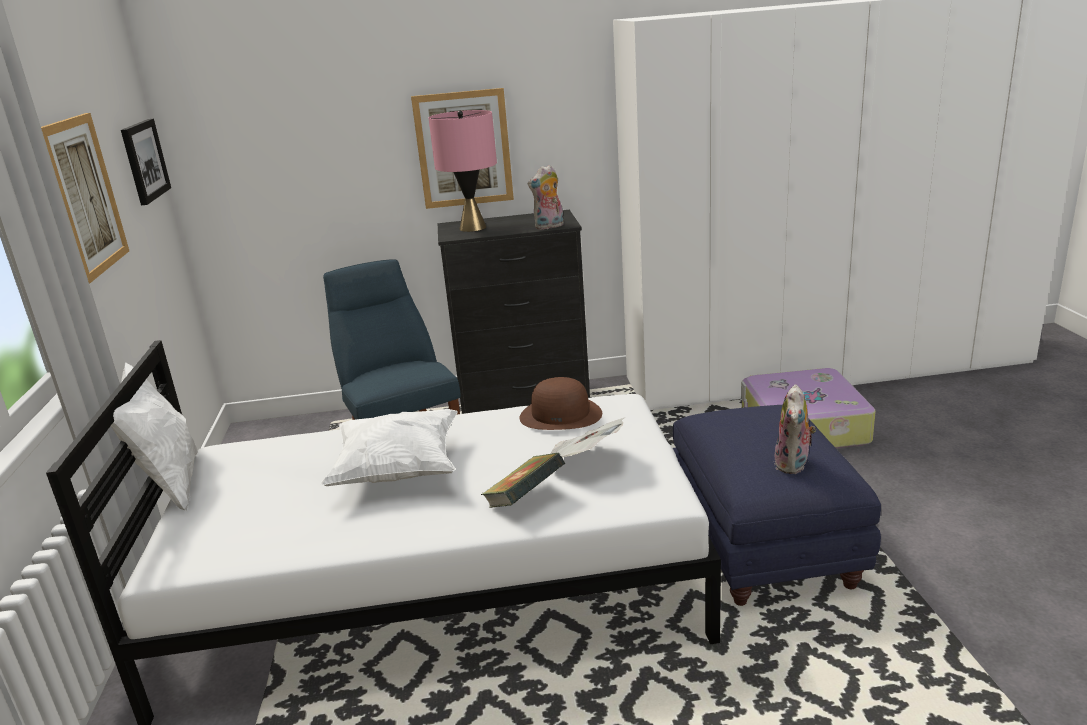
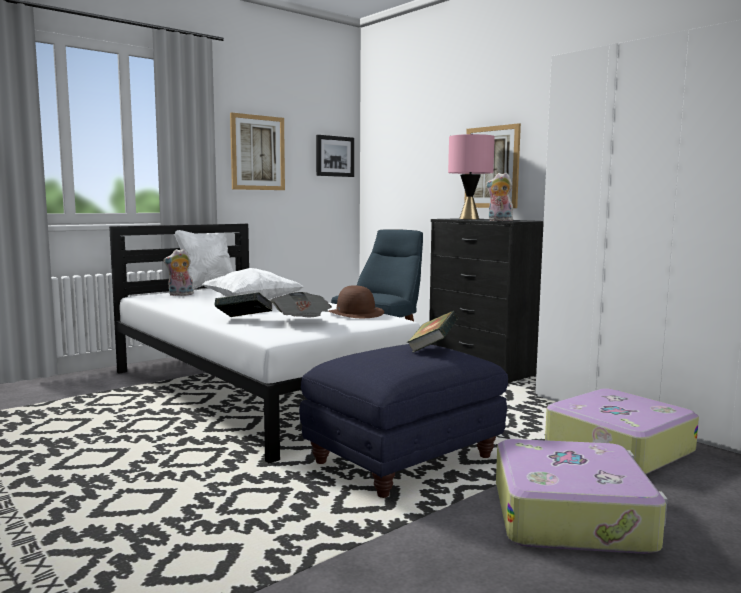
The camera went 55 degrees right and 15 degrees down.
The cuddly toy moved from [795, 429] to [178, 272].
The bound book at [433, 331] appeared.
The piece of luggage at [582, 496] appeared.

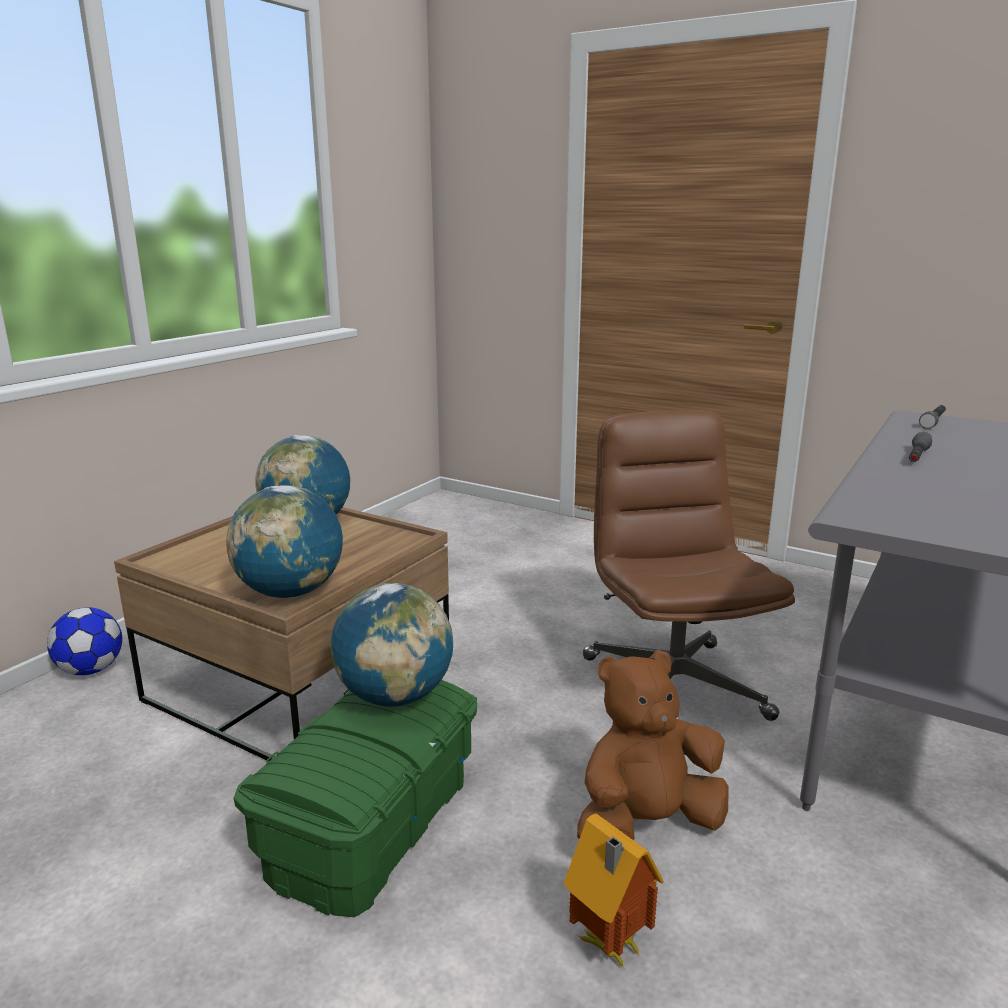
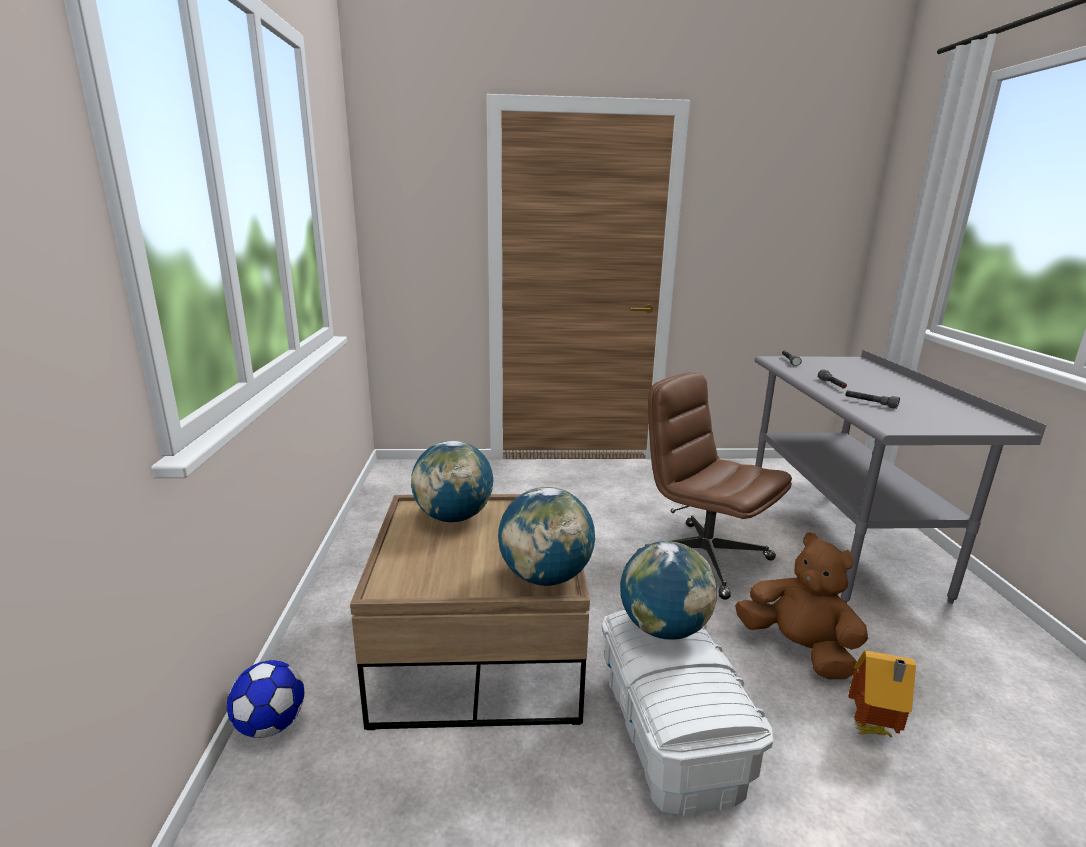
The camera went 35 degrees left and 0 degrees up.
The cuddly toy (brownish) at [652, 745] turned 105 degrees clockwise.
The storage bin (greenish) at [355, 798] became the storage bin (whitish) at [687, 713].
The hand torch (gray) at [872, 399] appeared.

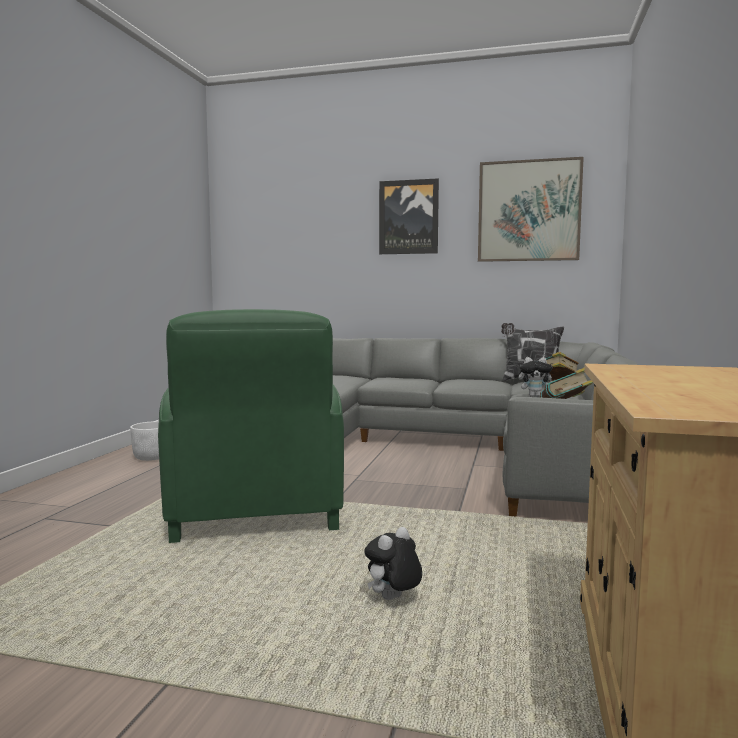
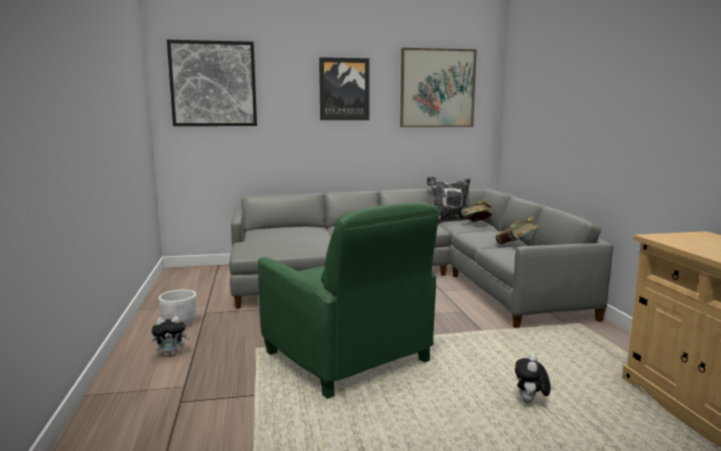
The camera went 25 degrees left and 5 degrees up.
The cuddly toy moved from [536, 377] to [171, 336].
The wall picture at [212, 83] appeared.

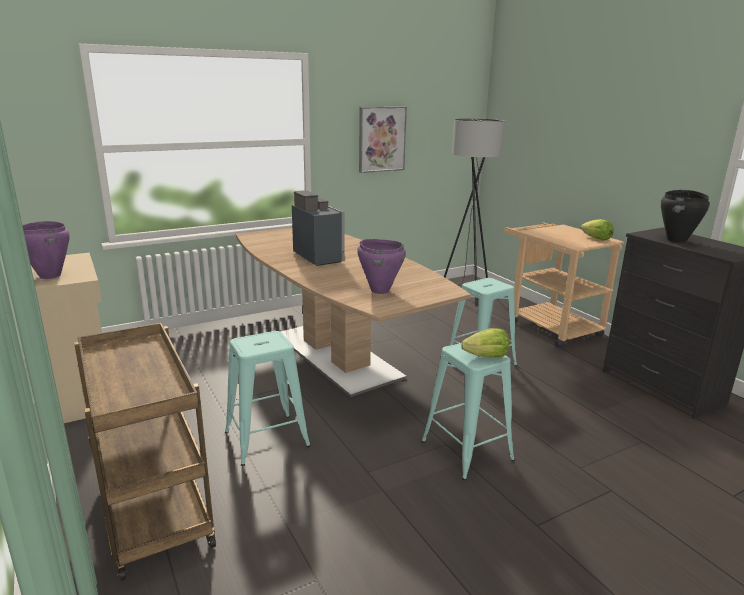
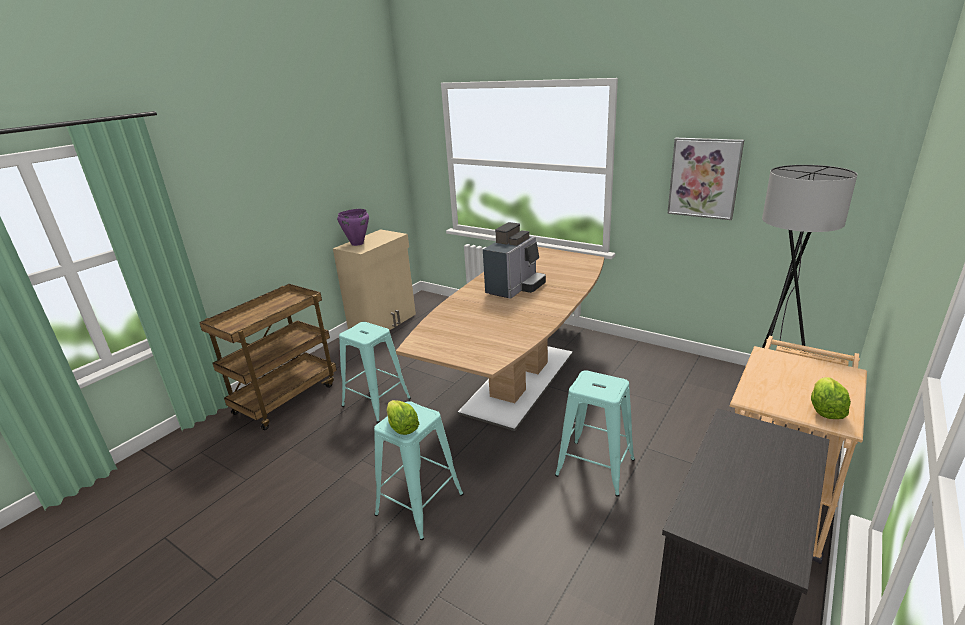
The camera went 65 degrees right and 5 degrees up.
The cooking pot (blackish) at [685, 216] disappeared.
The cooking pot (purplish) at [381, 266] disappeared.

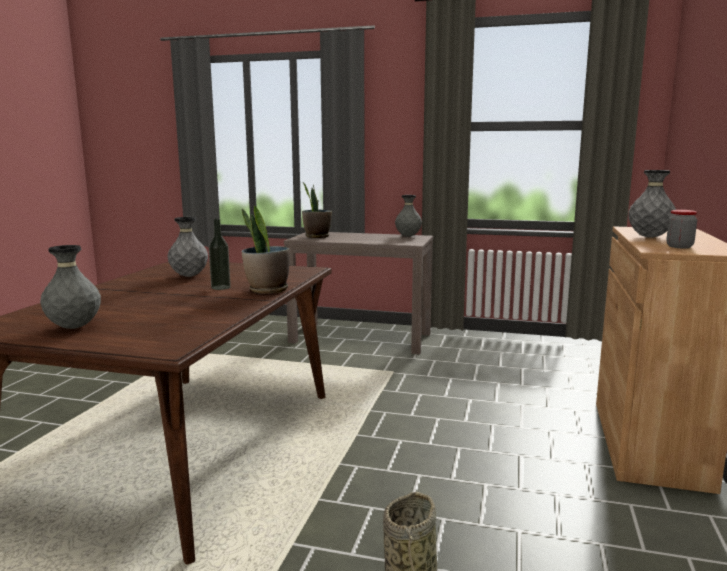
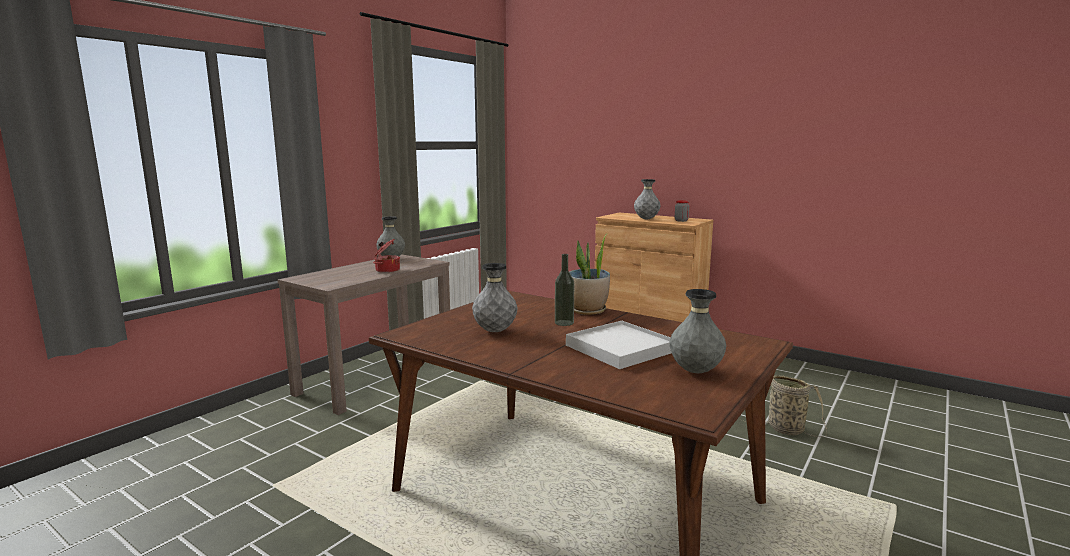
The camera went 70 degrees left and 0 degrees up.
The plant in a pot at [317, 210] disappeared.
The cooking pot at [386, 256] appeared.
The carrying tray (whitish) at [619, 345] appeared.

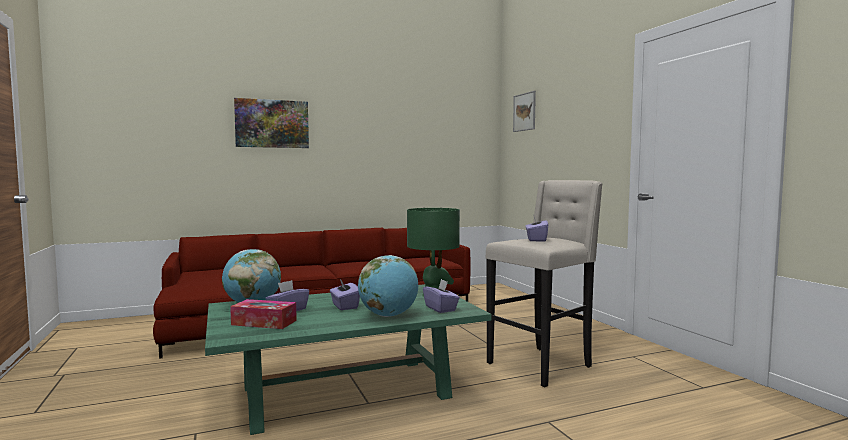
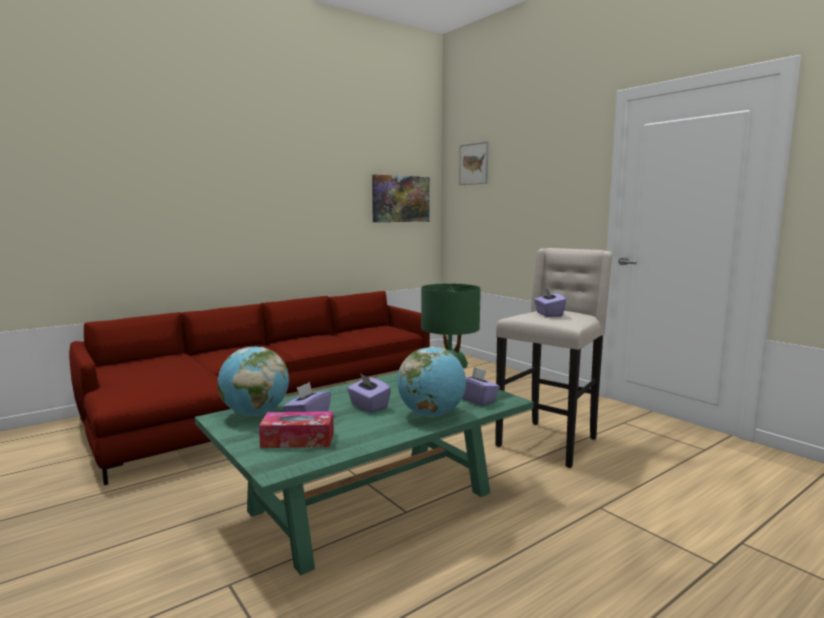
The camera went 15 degrees left and 5 degrees up.
The wall picture moved from [271, 123] to [401, 198].

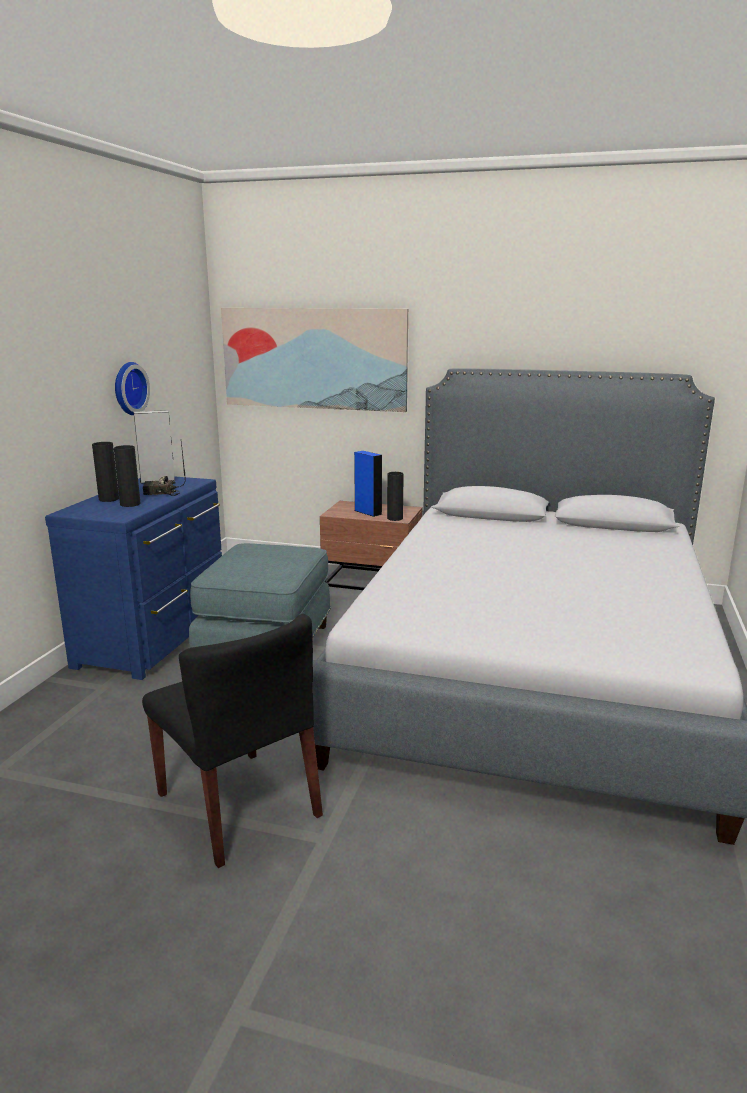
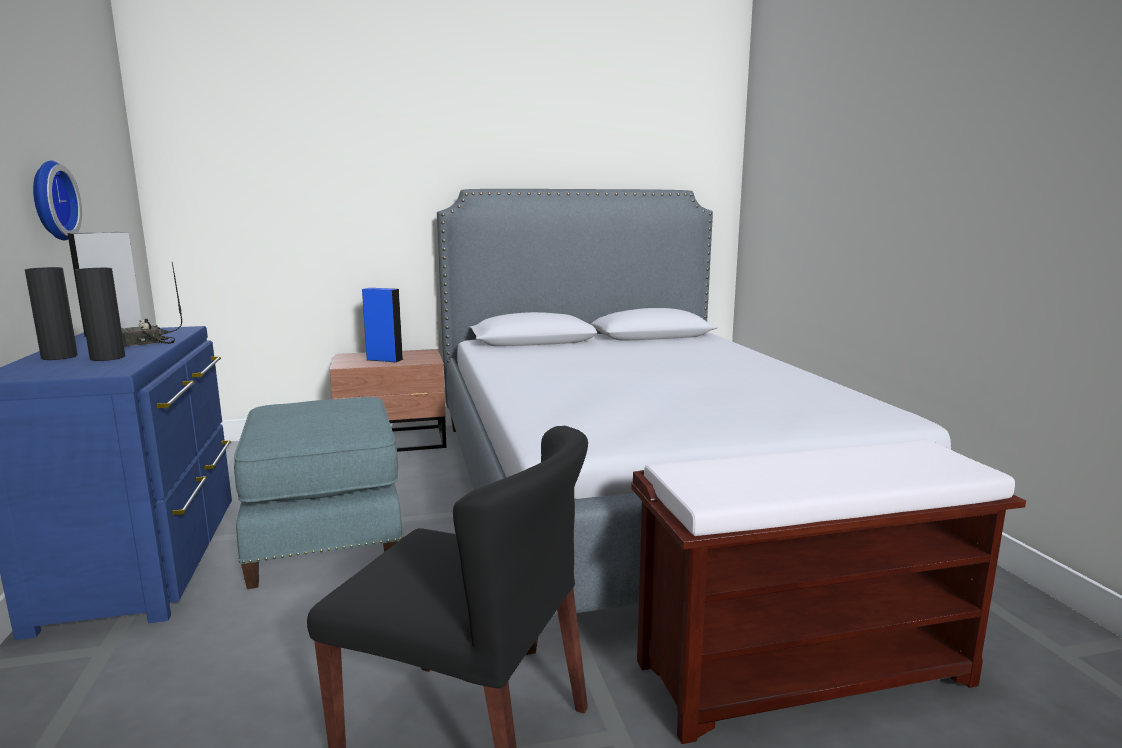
The camera went 30 degrees left and 5 degrees down.
The wall picture at [314, 360] disappeared.
The vase (blackish) at [395, 496] disappeared.
The long seat (brownish) at [828, 591] appeared.

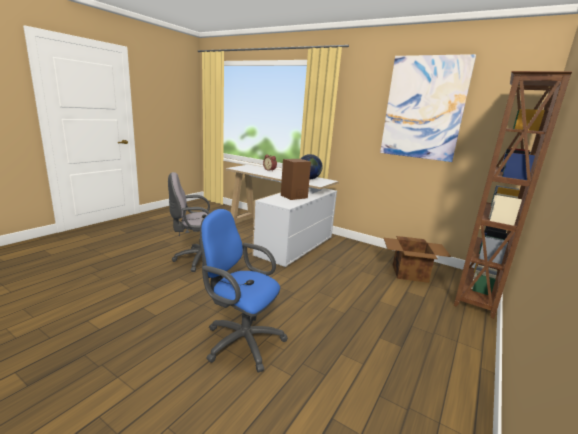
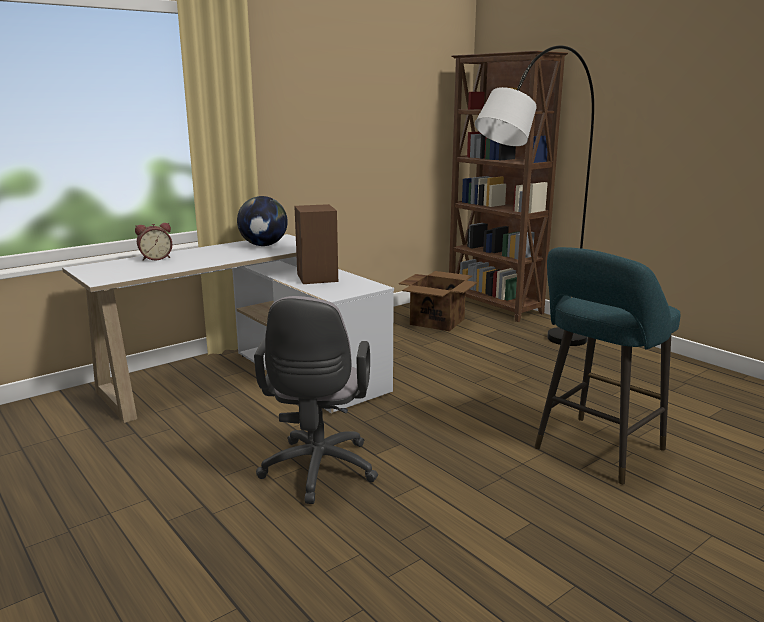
The camera went 70 degrees left and 0 degrees up.
The wall picture at [428, 108] disappeared.
The office chair (blue-coloured) at [244, 290] was replaced by the stool (turquoise-coloured) at [607, 365].
The standing lamp (gray) at [534, 195] appeared.

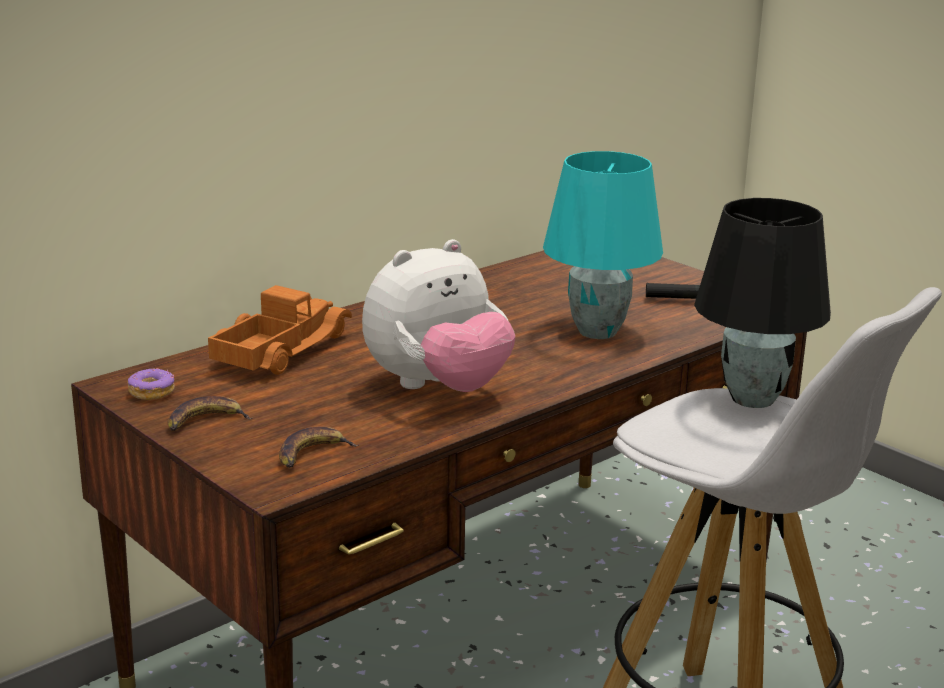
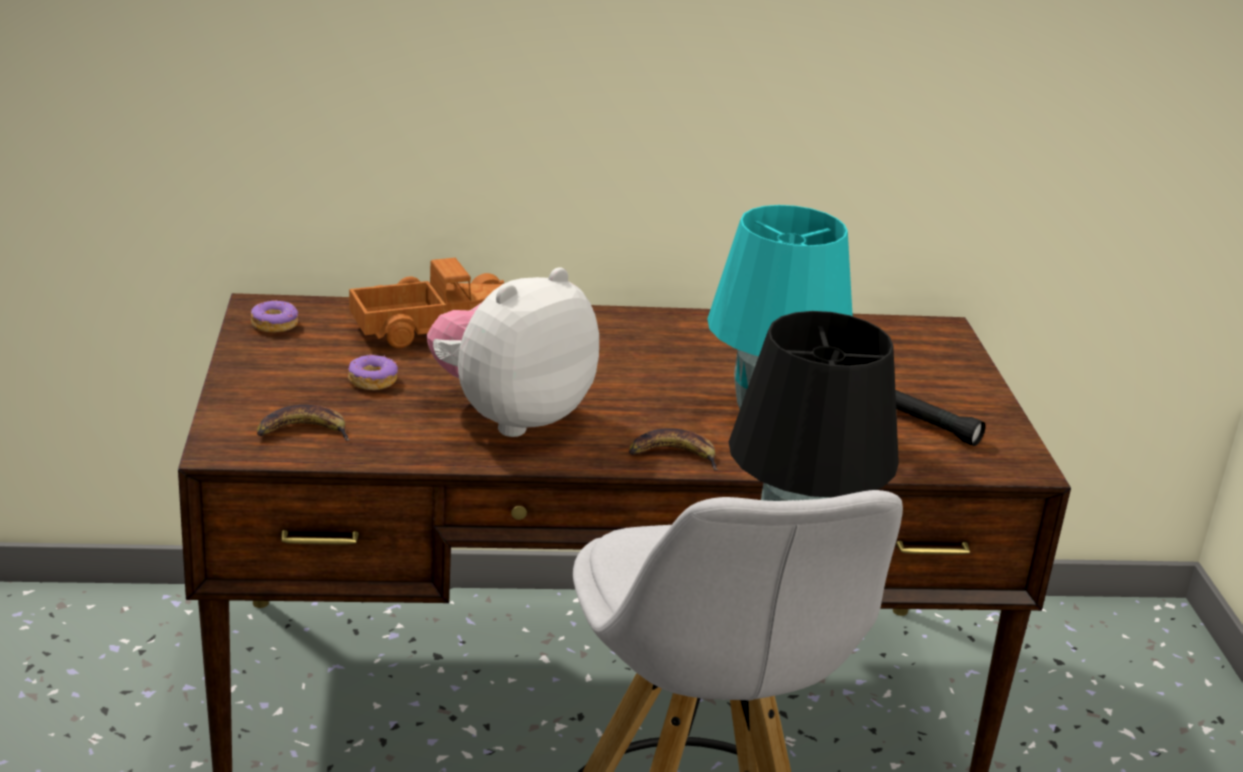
The camera went 35 degrees right and 5 degrees up.
The cuddly toy at [438, 315] turned 135 degrees clockwise.
The banana moved from [210, 413] to [673, 449].
The doughnut at [373, 372] appeared.

